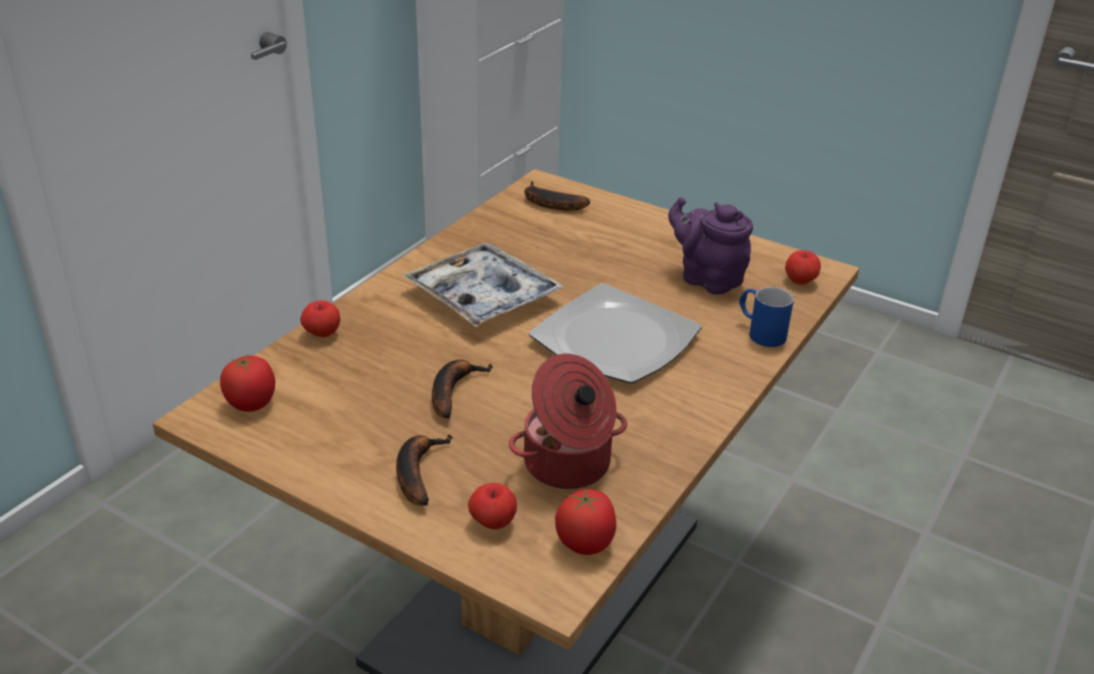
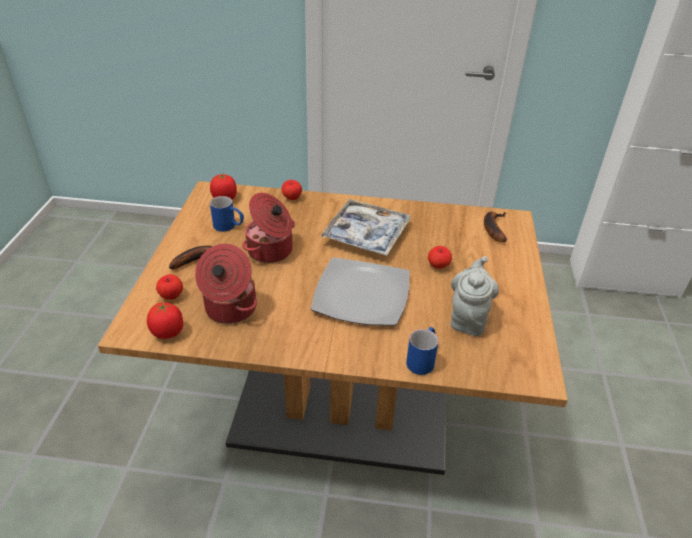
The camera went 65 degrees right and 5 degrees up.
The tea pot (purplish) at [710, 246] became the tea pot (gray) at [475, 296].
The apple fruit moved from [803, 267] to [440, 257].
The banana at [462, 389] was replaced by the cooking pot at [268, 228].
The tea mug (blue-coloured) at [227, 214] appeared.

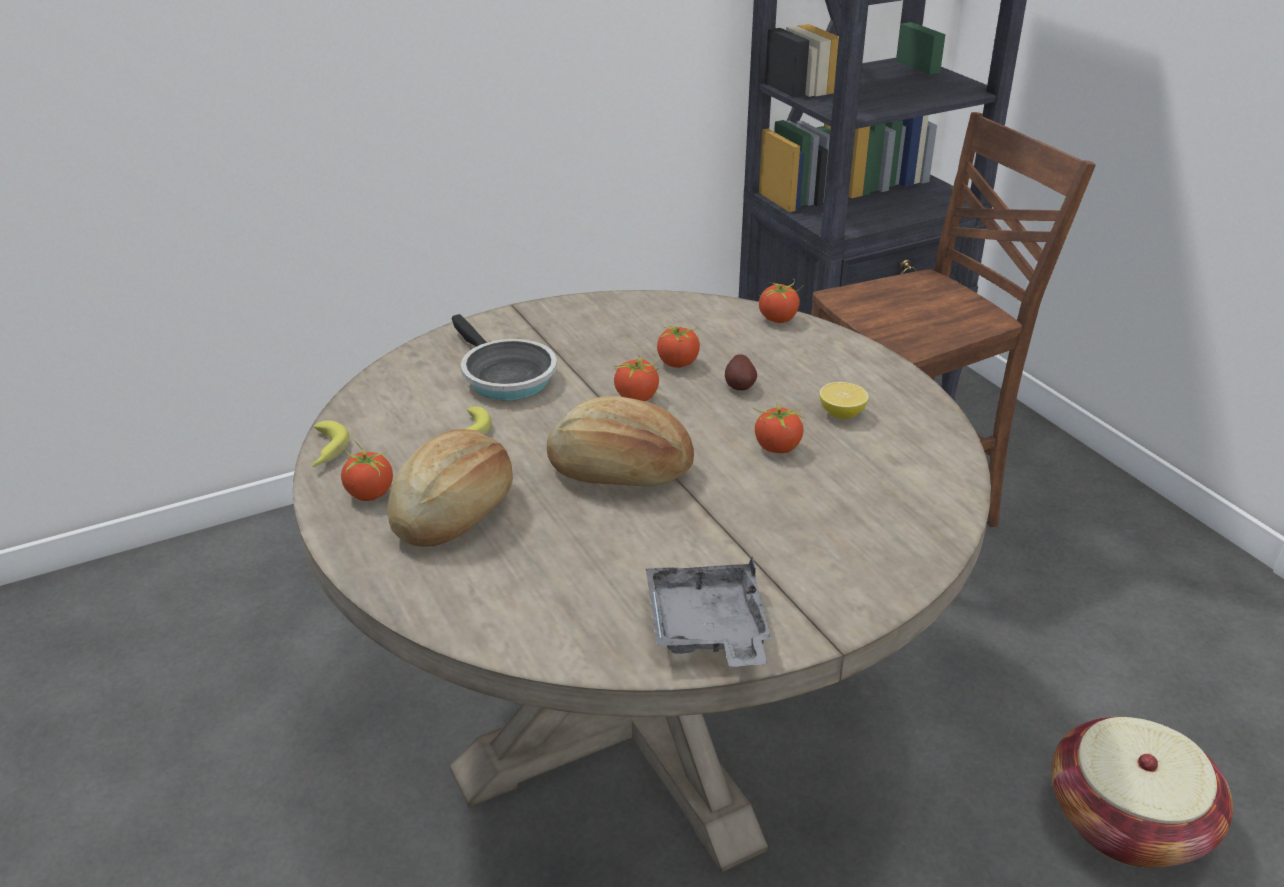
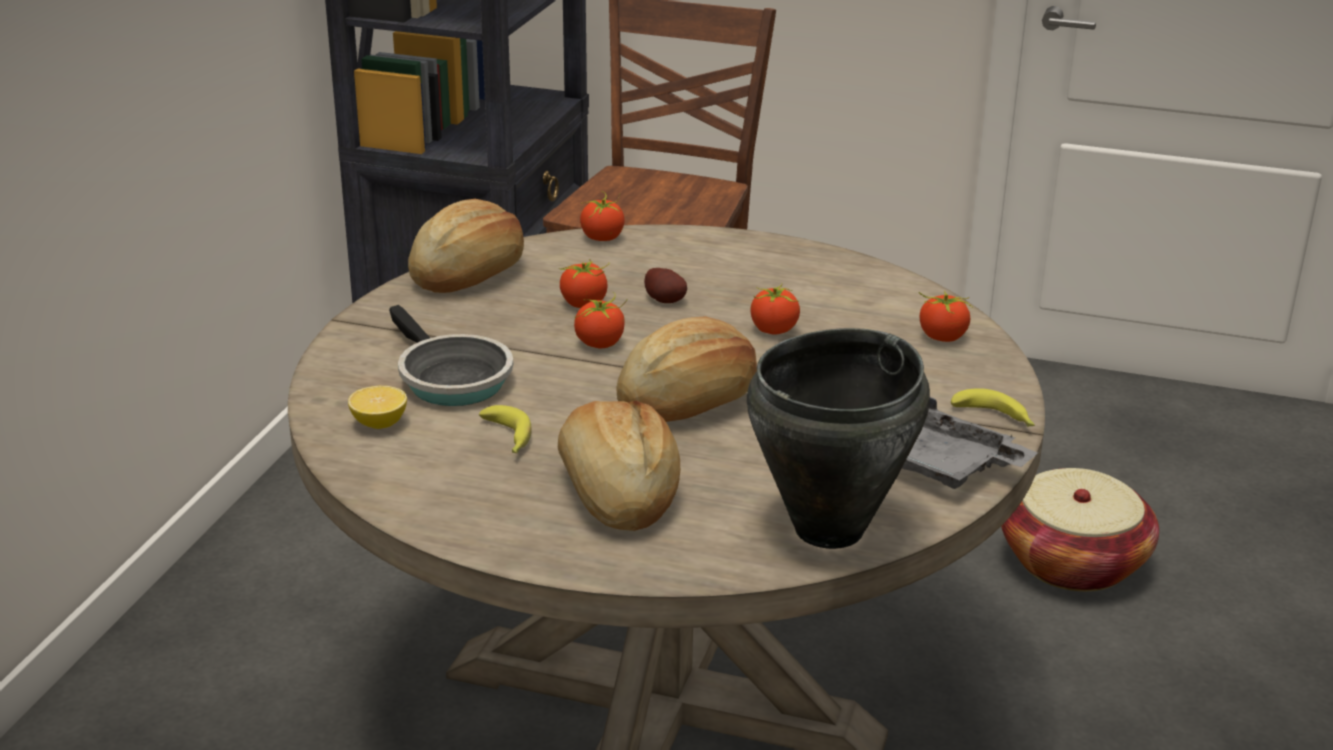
The camera went 45 degrees left and 5 degrees down.
The frying pan at [504, 357] turned 45 degrees clockwise.
The whole lemon moved from [844, 400] to [377, 407].
The banana moved from [331, 443] to [993, 407].
The tomato moved from [365, 471] to [946, 316].
The bakery bread at [466, 246] appeared.
The cooking pot (blackish) at [838, 438] appeared.

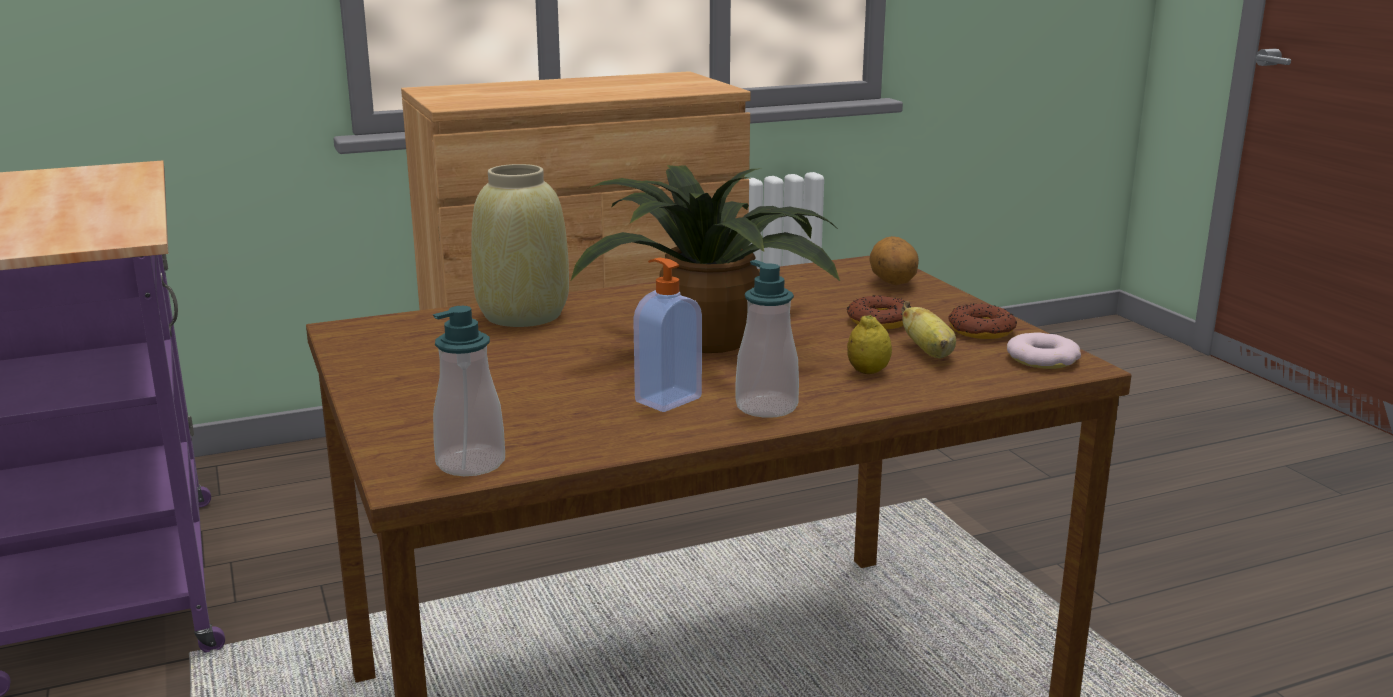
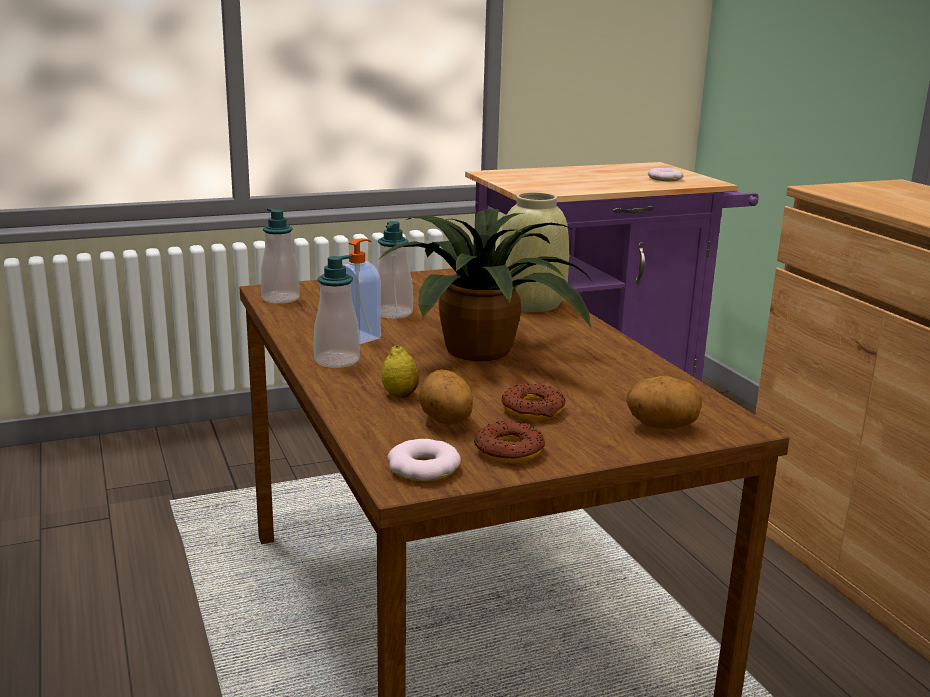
The camera went 90 degrees right and 0 degrees up.
The banana at [928, 329] was replaced by the potato at [446, 397].
The doughnut at [666, 174] appeared.
The liquid soap bottle at [395, 270] appeared.

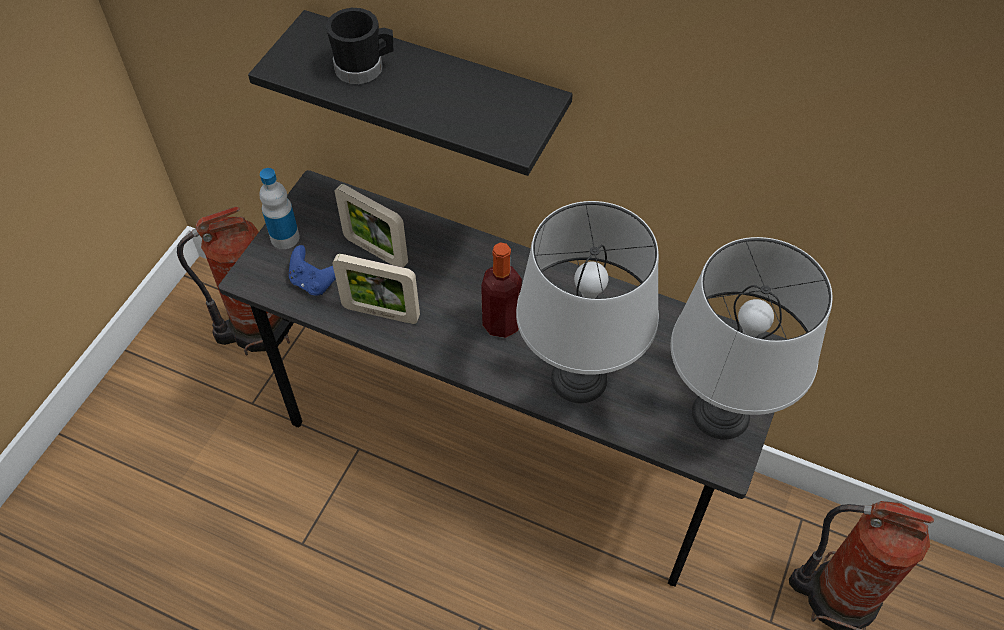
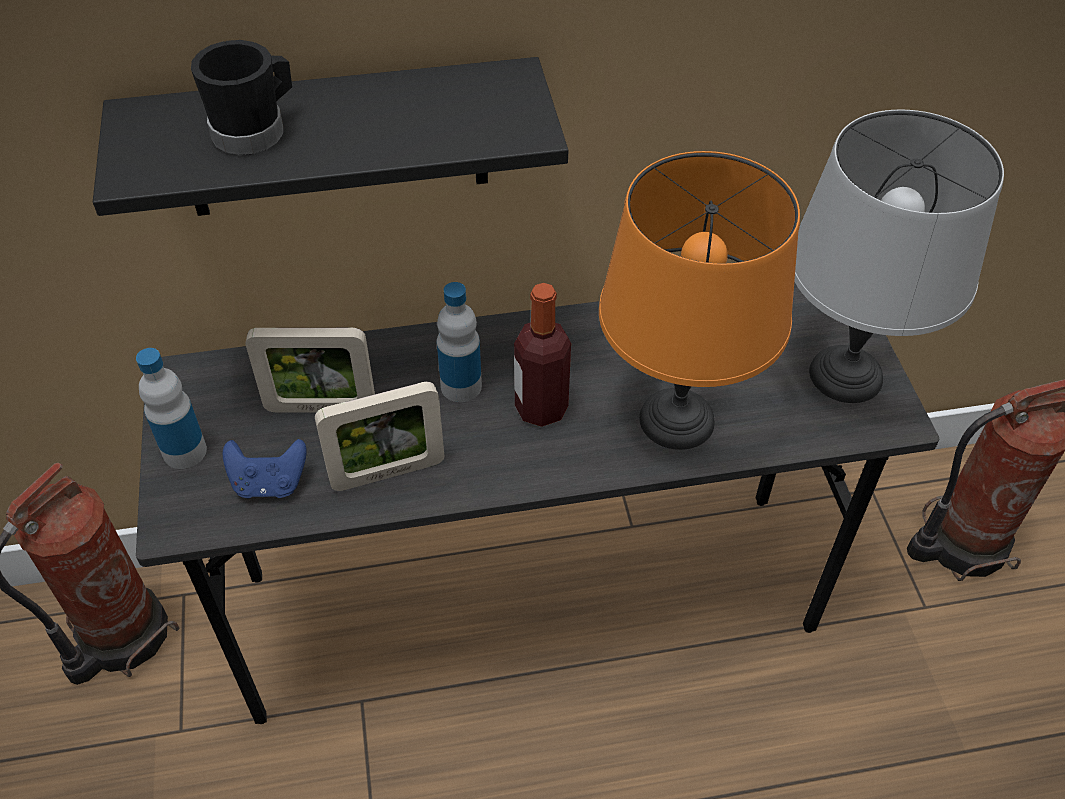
The camera went 35 degrees left and 5 degrees down.
The tabletop lamp (gray) at [587, 302] became the tabletop lamp (orange) at [699, 300].
The drink bottle at [459, 342] appeared.

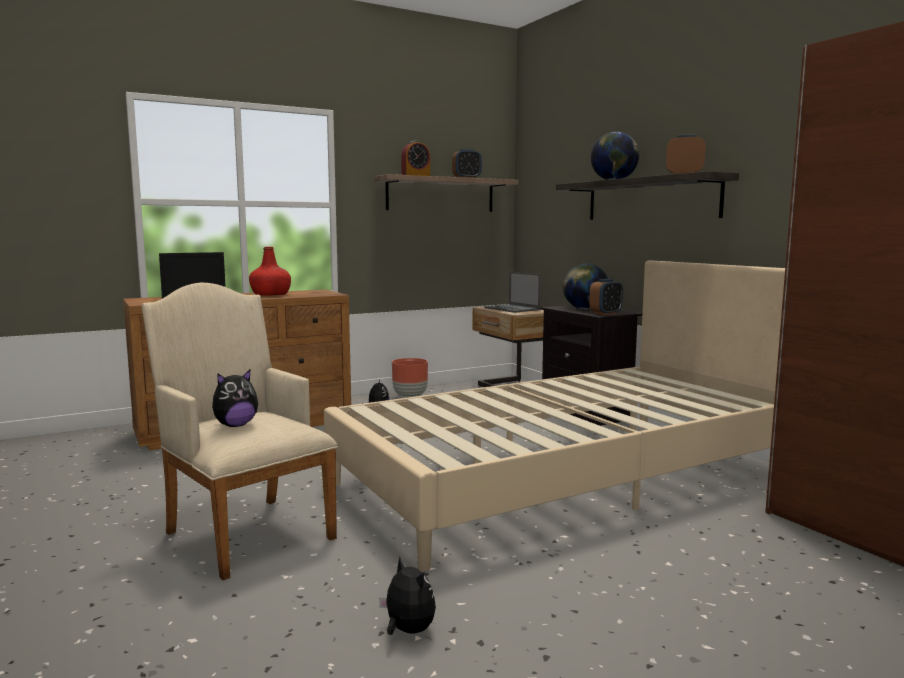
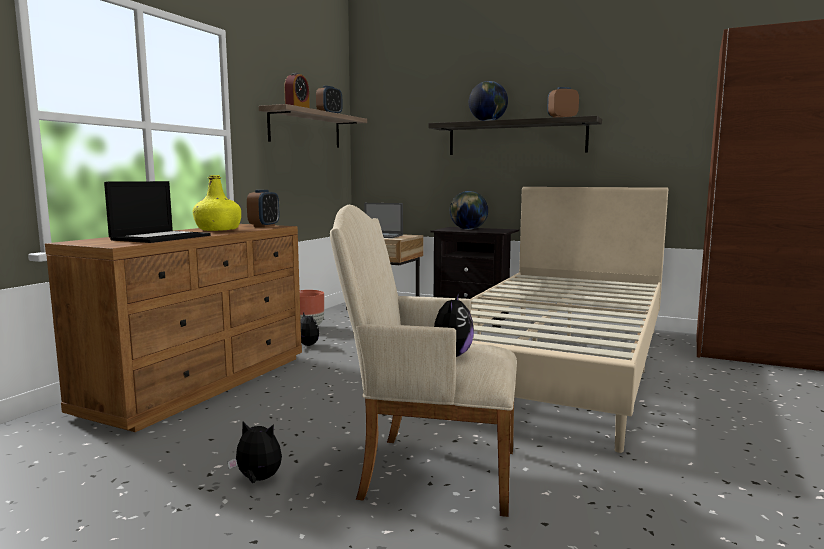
The camera went 35 degrees left and 0 degrees up.
The drink bottle (red) at [270, 271] became the drink bottle (yellow-coloured) at [217, 203].
The table clock moved from [606, 297] to [263, 208].
The cuddly toy moved from [407, 596] to [254, 452].

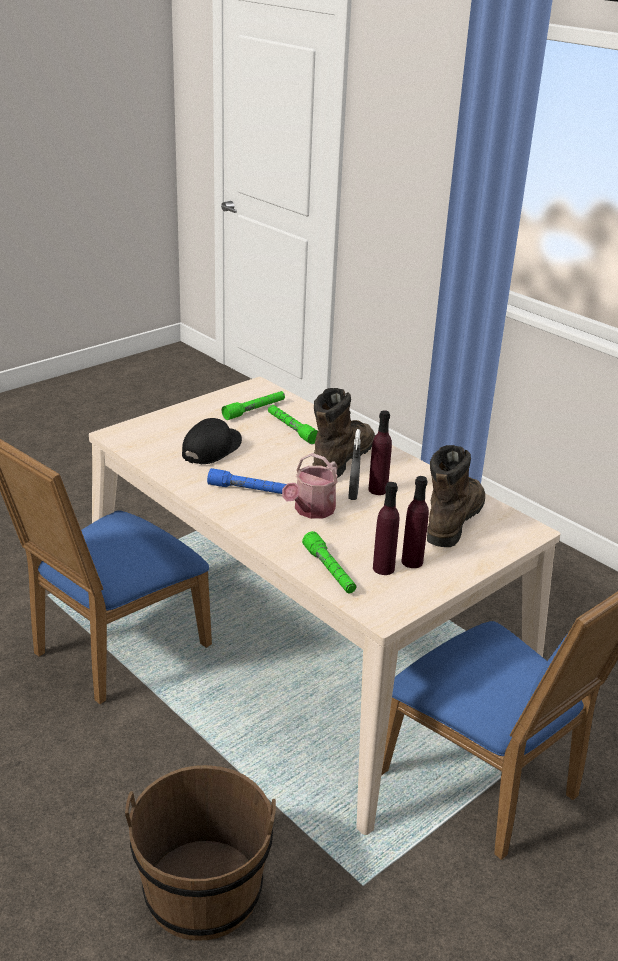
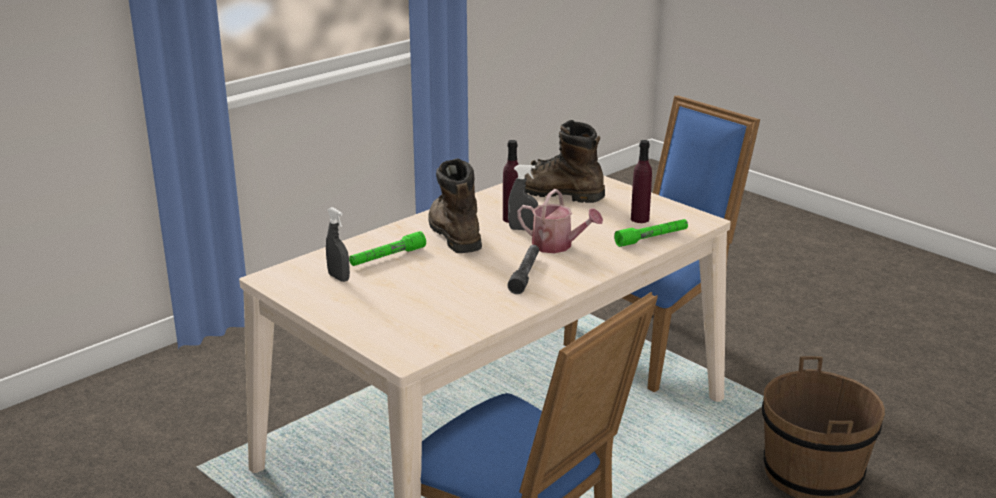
The camera went 90 degrees left and 5 degrees down.
The boot (brownish) at [343, 433] turned 45 degrees clockwise.
The hand torch (greenish) at [253, 405] was replaced by the hand sprayer (gray) at [338, 244].
The baseball cap (blackish) at [212, 441] disappeared.
The hand torch (blue-coloured) at [247, 481] became the hand torch (gray) at [523, 269].
The drink bottle (purplish) at [415, 522] disappeared.

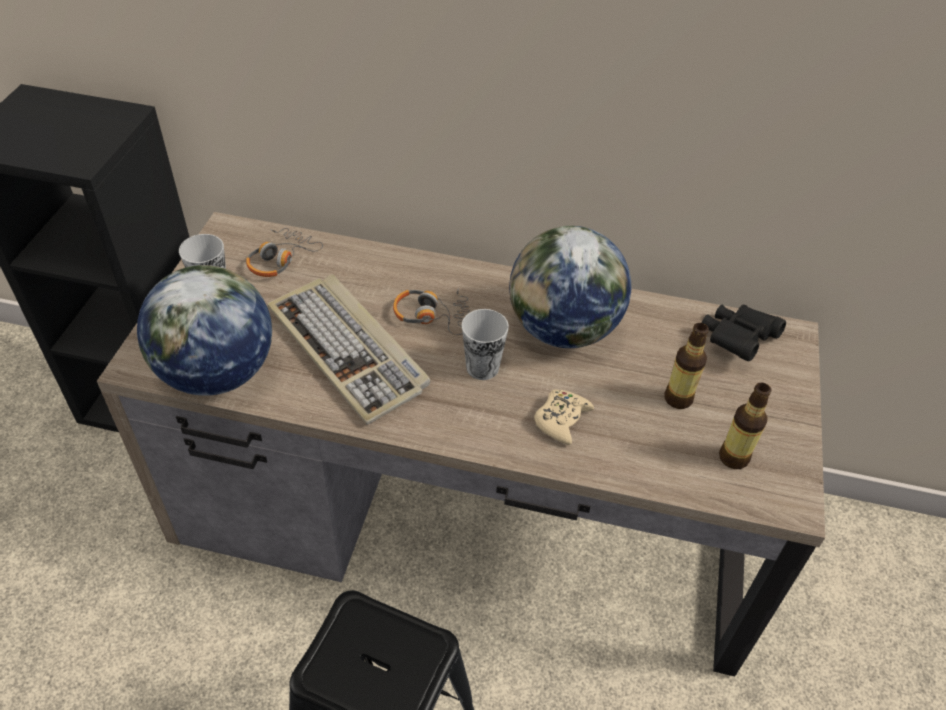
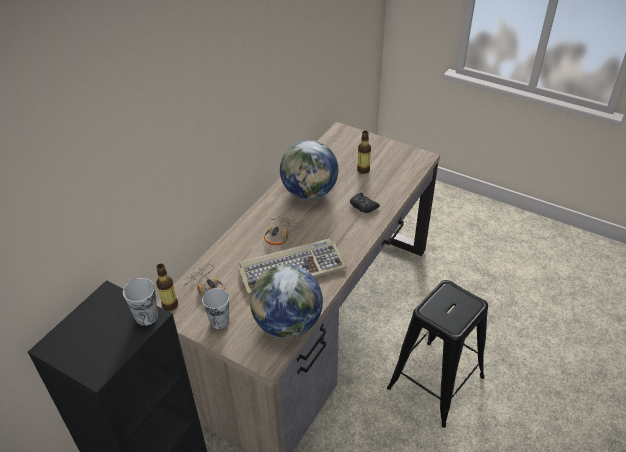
The camera went 70 degrees left and 5 degrees down.
The field glasses (blackish) at [744, 333] disappeared.
The drinking cup moved from [485, 344] to [140, 302].
The drink bottle moved from [745, 425] to [167, 287].
The game controller (sand-coloured) at [564, 417] became the game controller (blackish) at [365, 203].

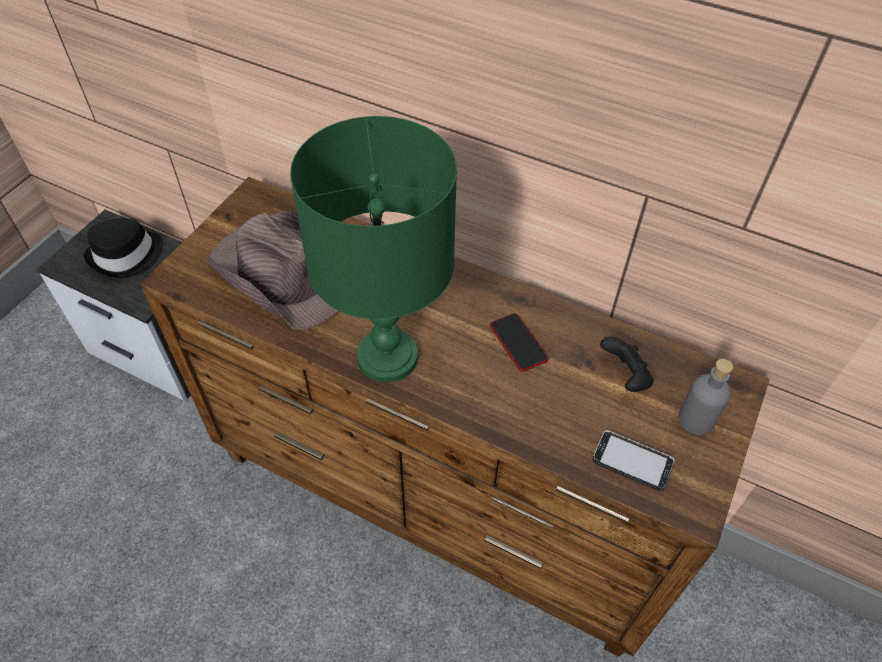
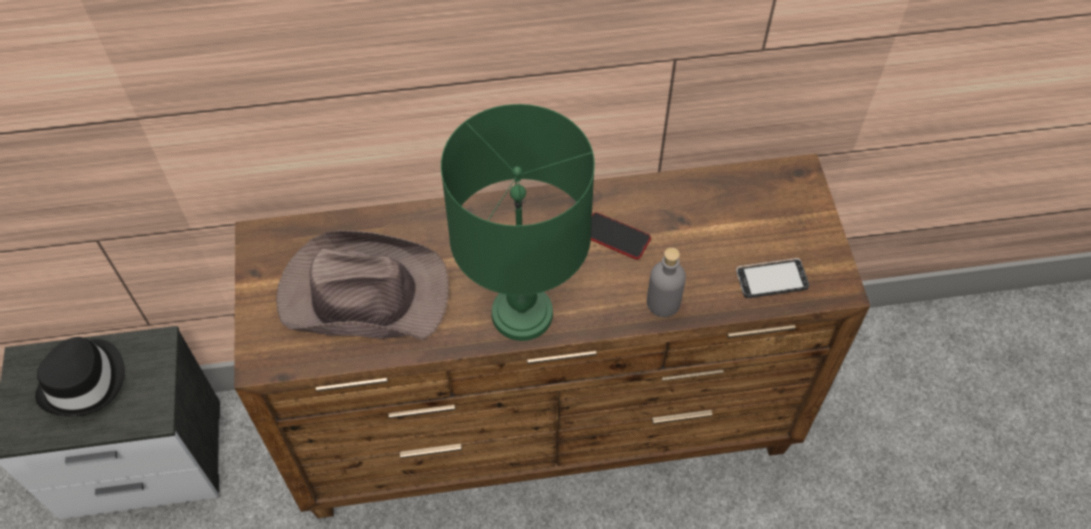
The camera went 35 degrees left and 5 degrees up.
The game controller (blackish) at [627, 364] disappeared.
The drink bottle (gray) moved from [705, 397] to [666, 282].

